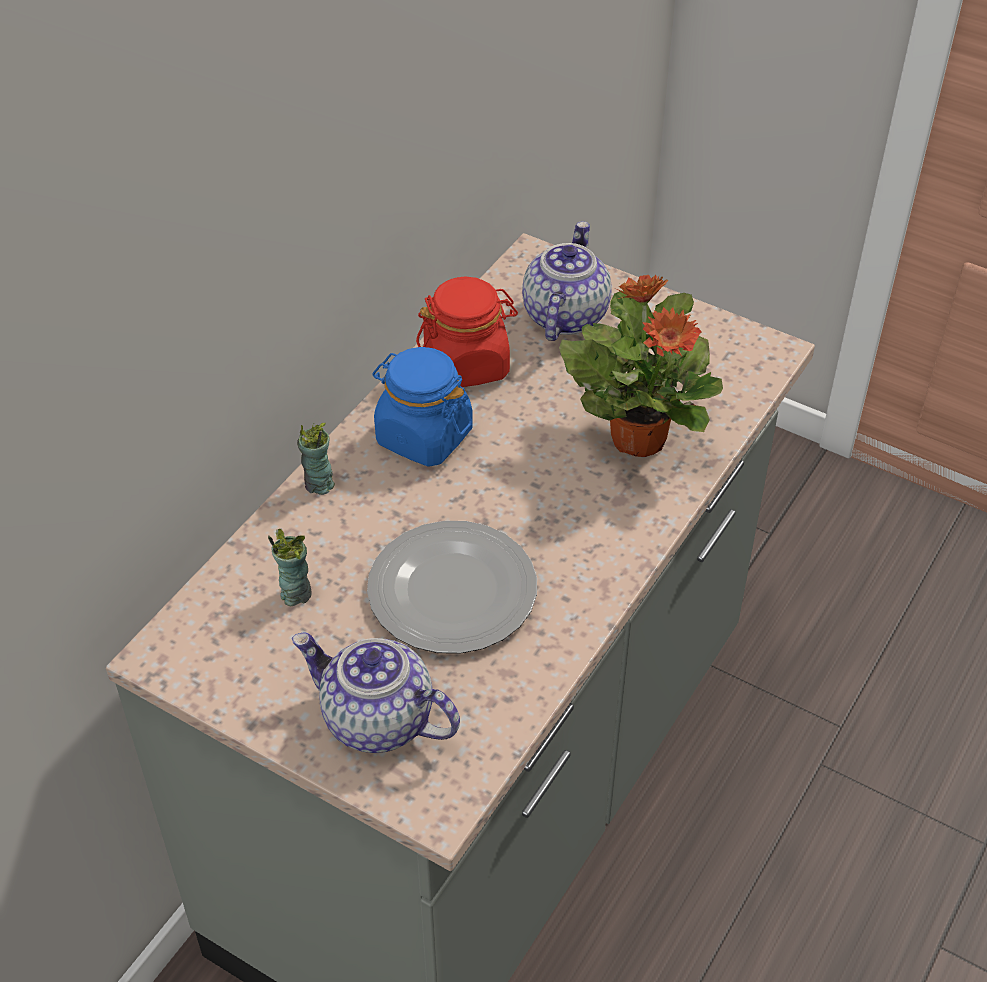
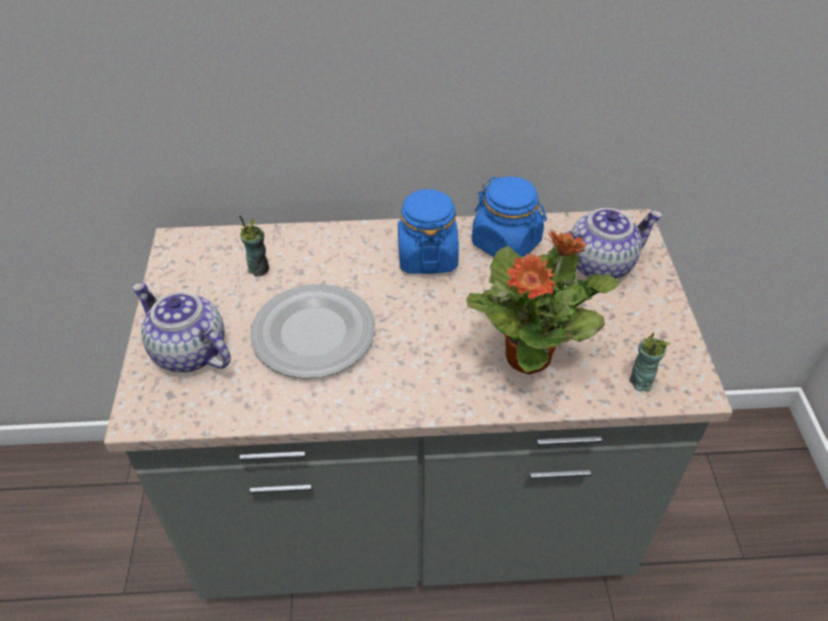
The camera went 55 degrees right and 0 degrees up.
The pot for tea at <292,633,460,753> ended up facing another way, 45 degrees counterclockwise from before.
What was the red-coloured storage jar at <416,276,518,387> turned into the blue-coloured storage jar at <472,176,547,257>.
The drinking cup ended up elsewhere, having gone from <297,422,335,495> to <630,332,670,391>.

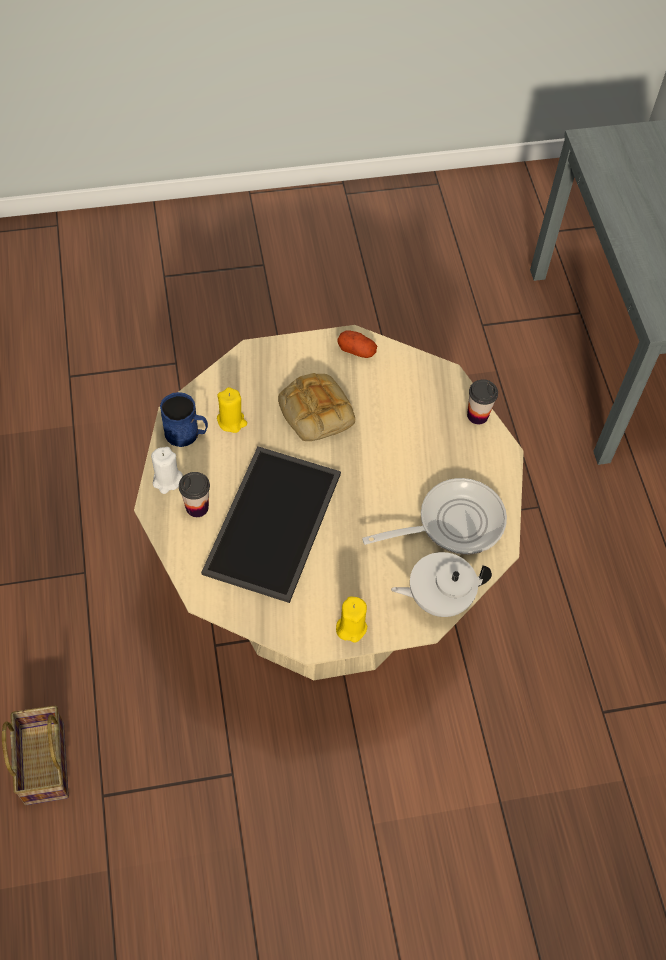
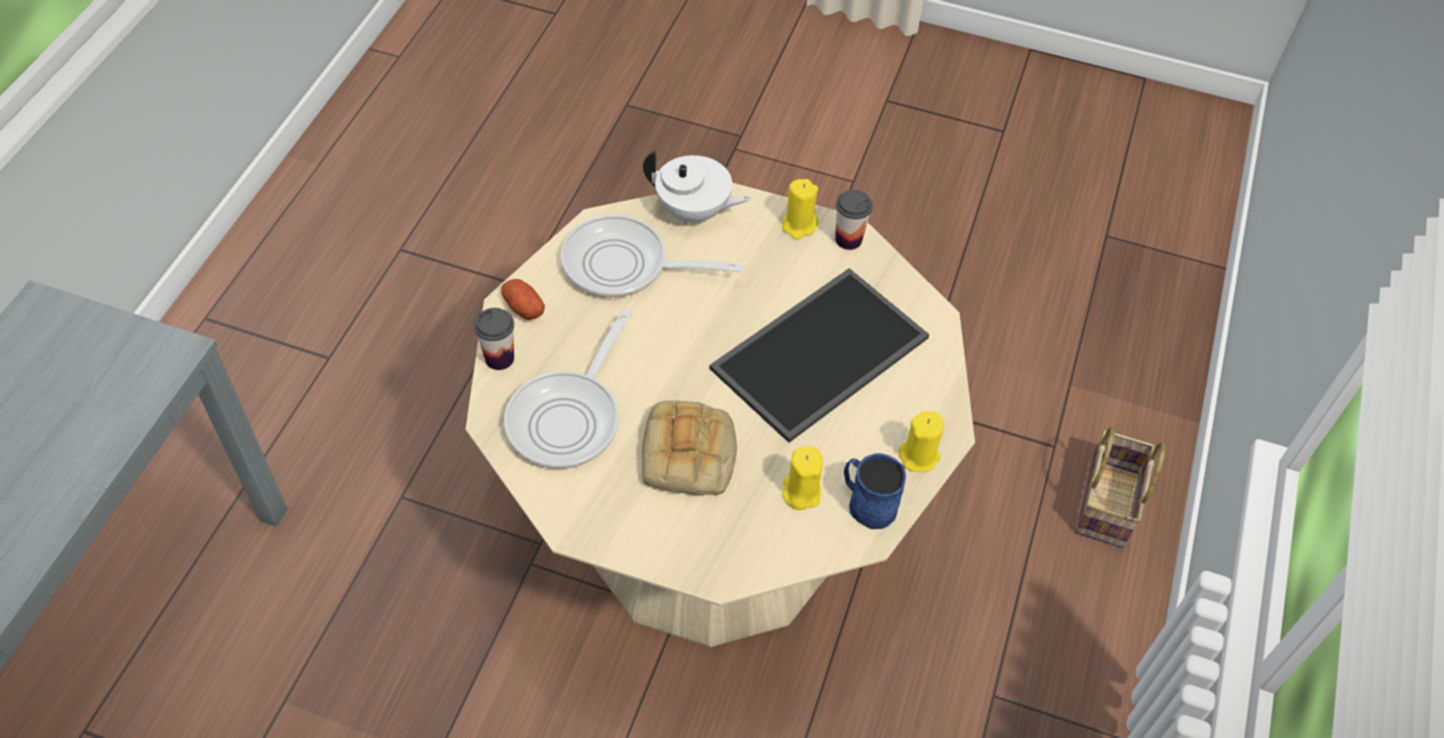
The camera went 150 degrees left and 5 degrees down.
The spud ended up elsewhere, having gone from <337,330,377,358> to <501,279,545,320>.
The second view gained the frying pan at <504,310,632,469>.
The drinking cup ended up elsewhere, having gone from <179,472,210,517> to <835,189,873,250>.
What was the whitish wax light at <151,447,183,494> turned into the yellowish wax light at <898,411,944,472>.

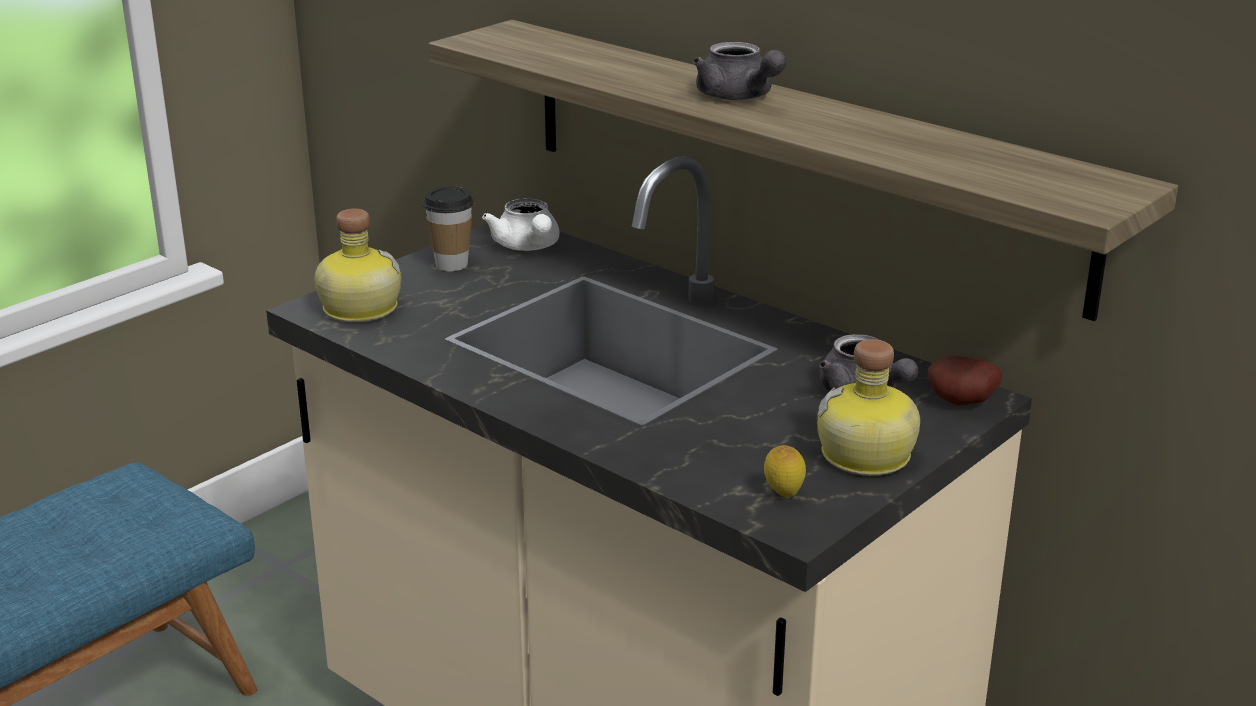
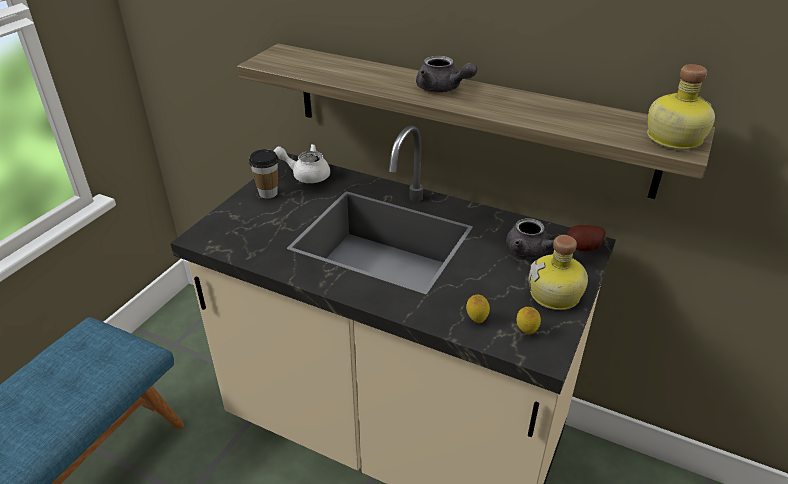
The camera went 15 degrees left and 10 degrees up.
The whitish pot for tea at <482,198,560,251> ended up facing another way, 135 degrees clockwise from before.
The second view gained the whole lemon at <466,295,490,323>.
The beverage bottle ended up elsewhere, having gone from <315,209,401,322> to <647,64,715,150>.

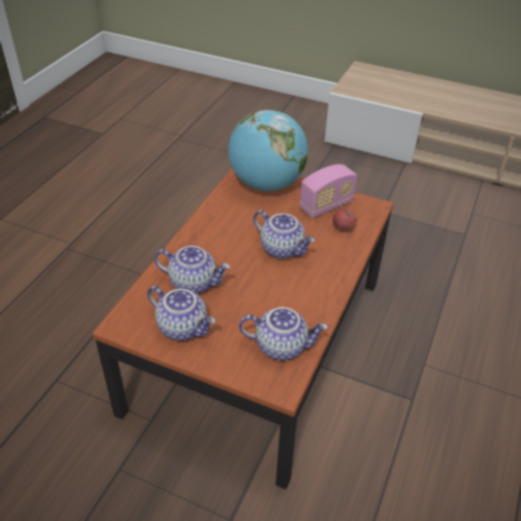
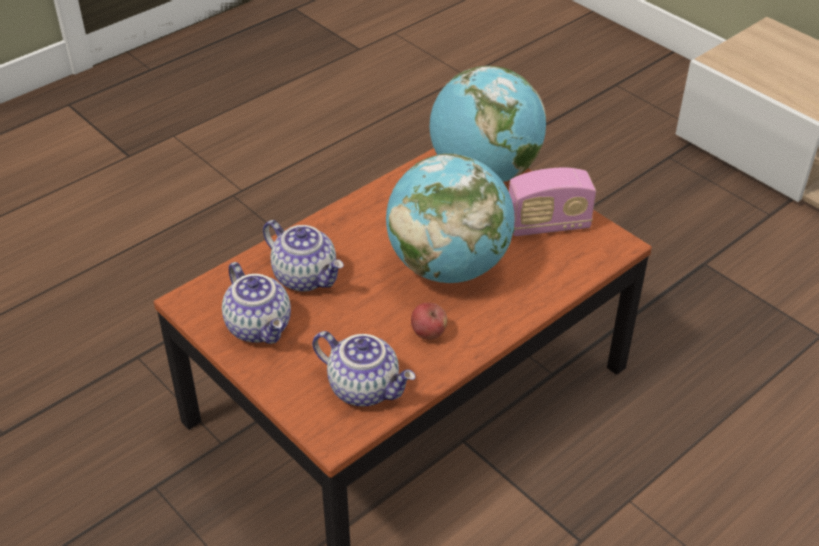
The camera went 25 degrees right and 0 degrees up.
Where the pot for tea stood at <253,210,315,259>, the desk globe came to stand at <386,154,515,283>.
The apple ended up elsewhere, having gone from <333,208,356,231> to <411,303,448,340>.

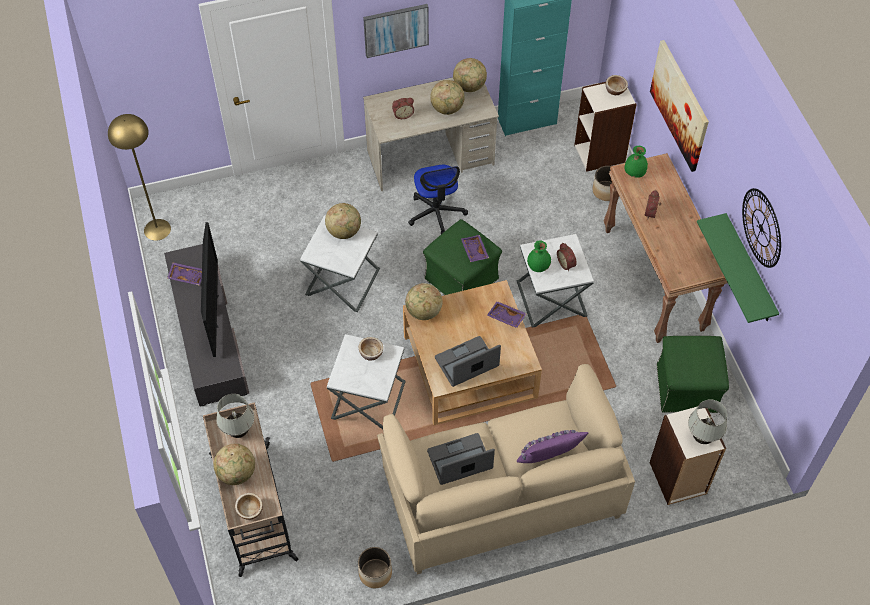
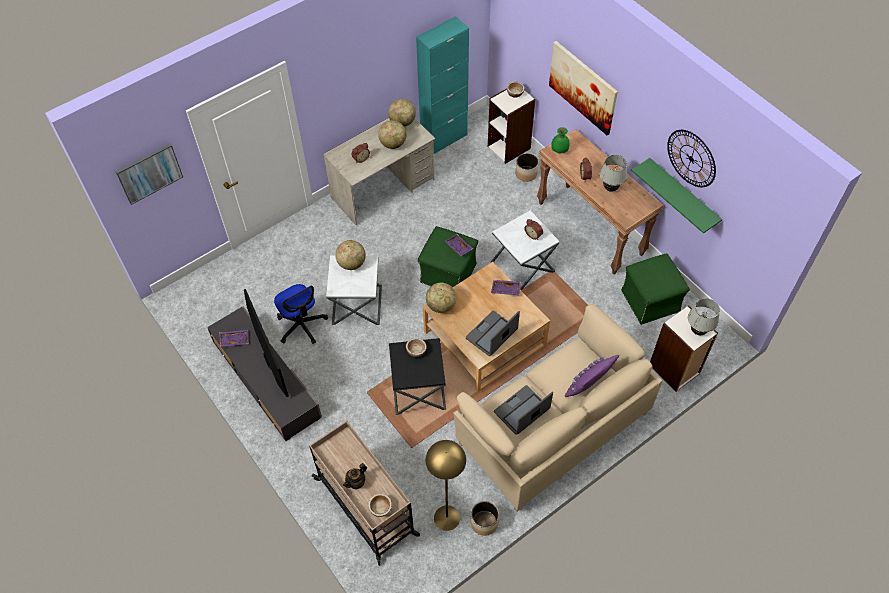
The camera went 20 degrees left and 0 degrees up.
The wall art ended up elsewhere, having gone from <363,4,429,58> to <115,143,183,205>.
The desk chair ended up elsewhere, having gone from <408,164,468,234> to <274,284,328,344>.
Where the desk globe stood at <213,444,255,485>, the pot for tea came to stand at <343,463,367,490>.
What was the whitish side table at <327,334,406,429> turned into the black side table at <389,338,446,415>.
The yellowish standard lamp ended up elsewhere, having gone from <108,114,171,241> to <426,440,466,531>.
The whitish table lamp ended up elsewhere, having gone from <216,394,255,438> to <600,155,628,192>.
The second view lost the green decorative vase at <527,240,551,272>.

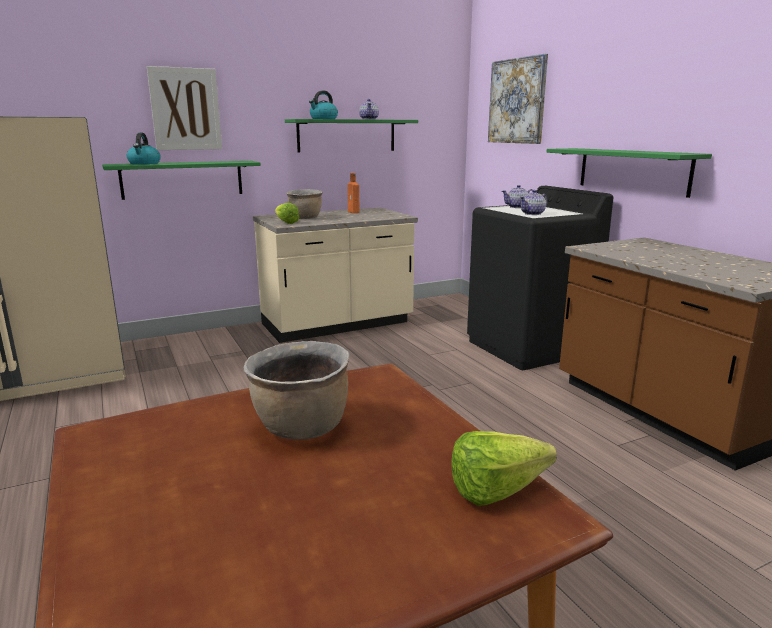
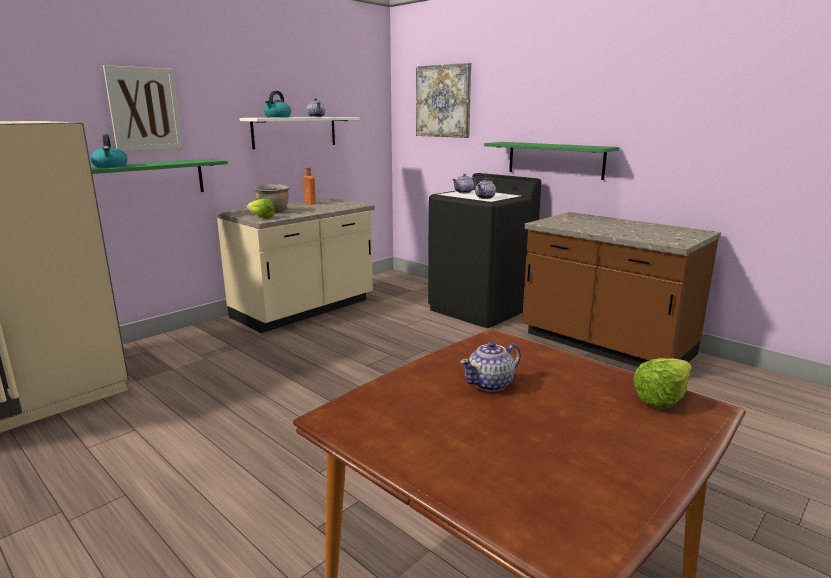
The camera went 20 degrees left and 0 degrees up.
What was the green shelf at <285,119,418,152> turned into the whitish shelf at <239,117,360,149>.
Where the brownish cooking pot stood at <243,341,350,440>, the pot for tea came to stand at <460,342,521,392>.

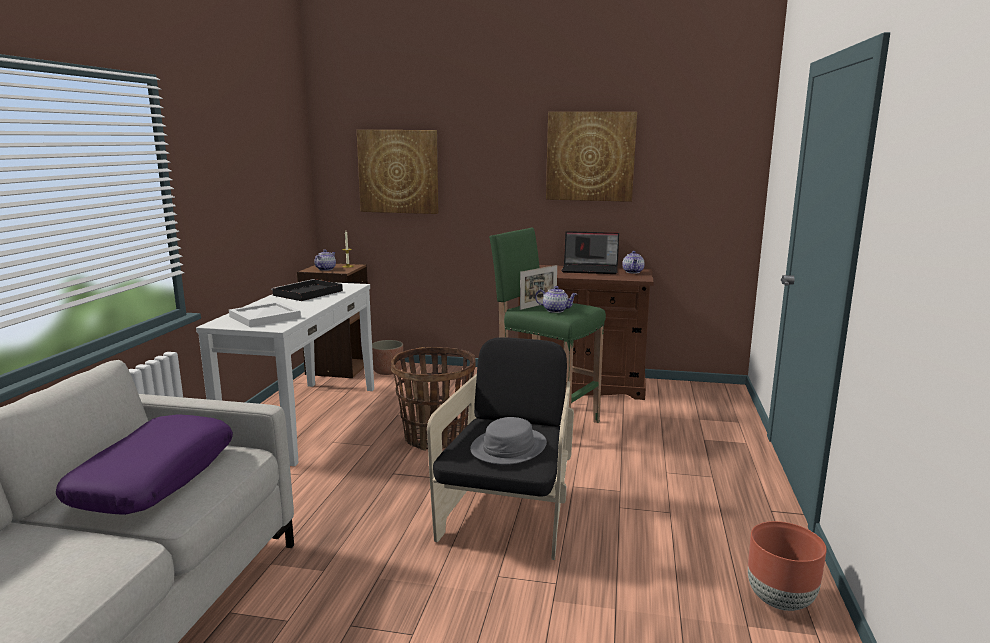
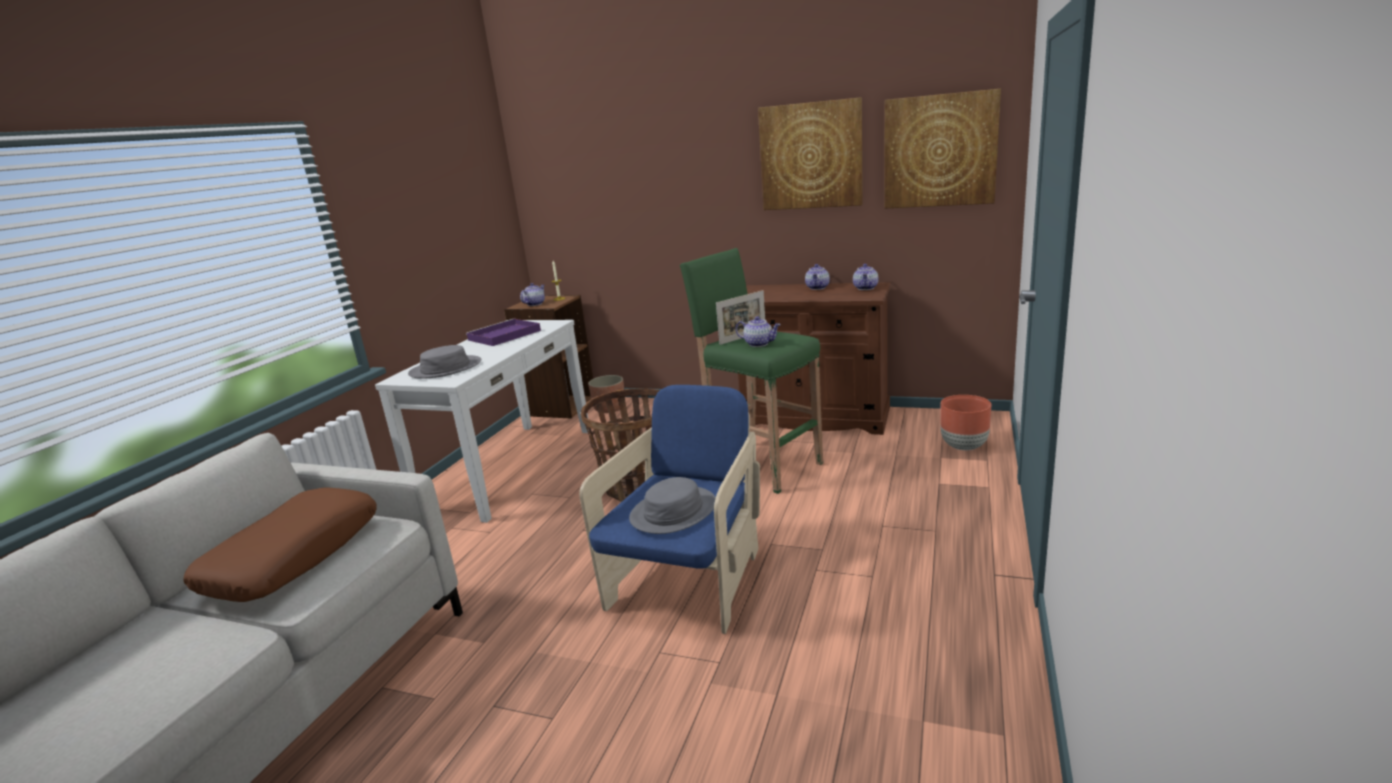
The camera went 10 degrees right and 5 degrees up.
What was the purplish throw pillow at <56,414,233,515> turned into the brownish throw pillow at <184,488,377,602>.
Where the whitish serving tray stood at <229,302,301,327>, the grey wearable hat came to stand at <408,345,481,379>.
What was the black serving tray at <271,279,343,301> turned into the purplish serving tray at <466,319,541,346>.
What was the black lounge chair at <427,337,574,560> turned into the blue-coloured lounge chair at <579,385,760,634>.
Where the portable computer stood at <561,231,619,274>, the pot for tea came to stand at <805,264,830,290>.
The wall art ended up elsewhere, having gone from <357,130,438,214> to <884,89,1001,209>.
The brownish plant pot ended up elsewhere, having gone from <748,521,827,611> to <940,395,991,450>.

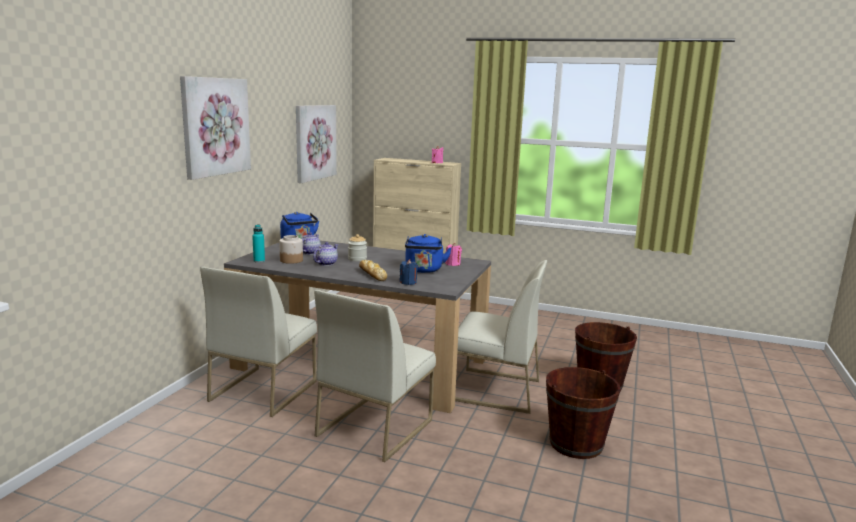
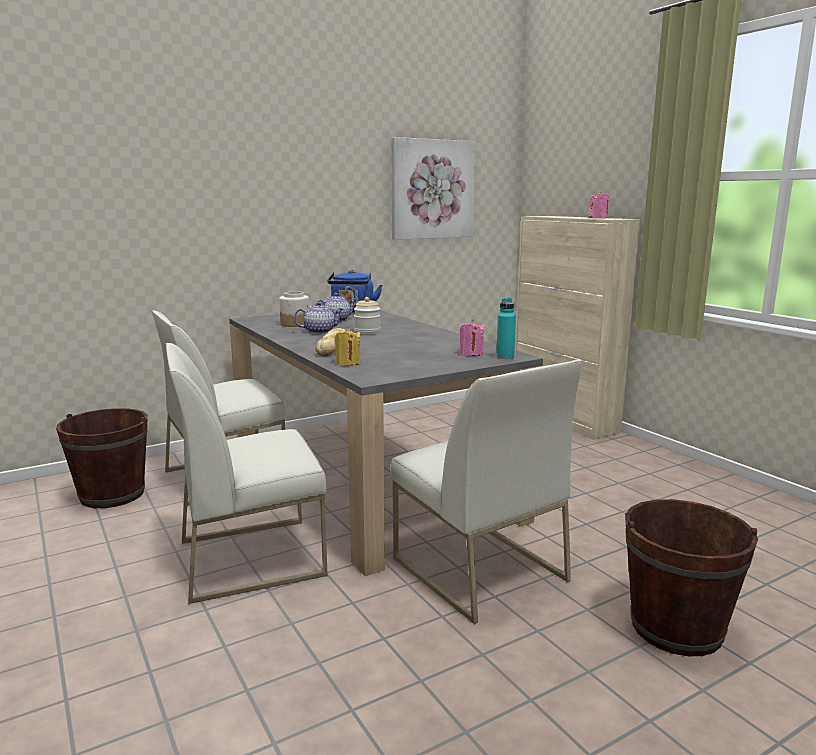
The camera went 40 degrees right and 0 degrees up.
The brownish water bucket ended up elsewhere, having gone from <546,367,621,459> to <56,408,148,508>.
What was the blue-coloured wax light at <399,259,418,285> turned into the yellowish wax light at <334,327,360,366>.
The turquoise beverage bottle ended up elsewhere, having gone from <252,224,265,263> to <496,298,516,359>.
The second view lost the wall art at <180,76,251,180>.
The second view lost the blue-coloured kettle at <405,234,452,273>.

